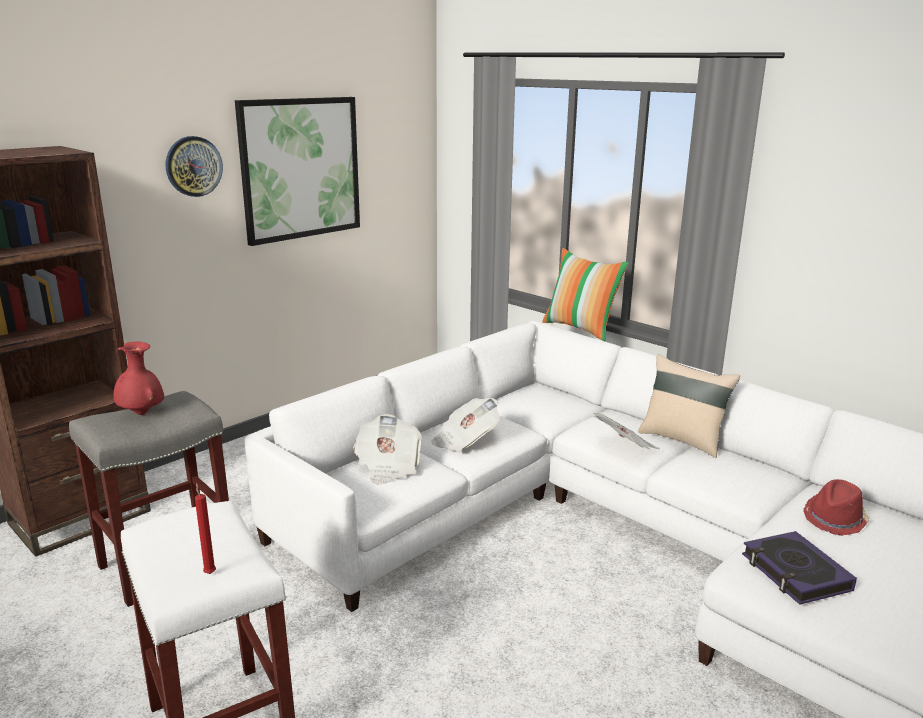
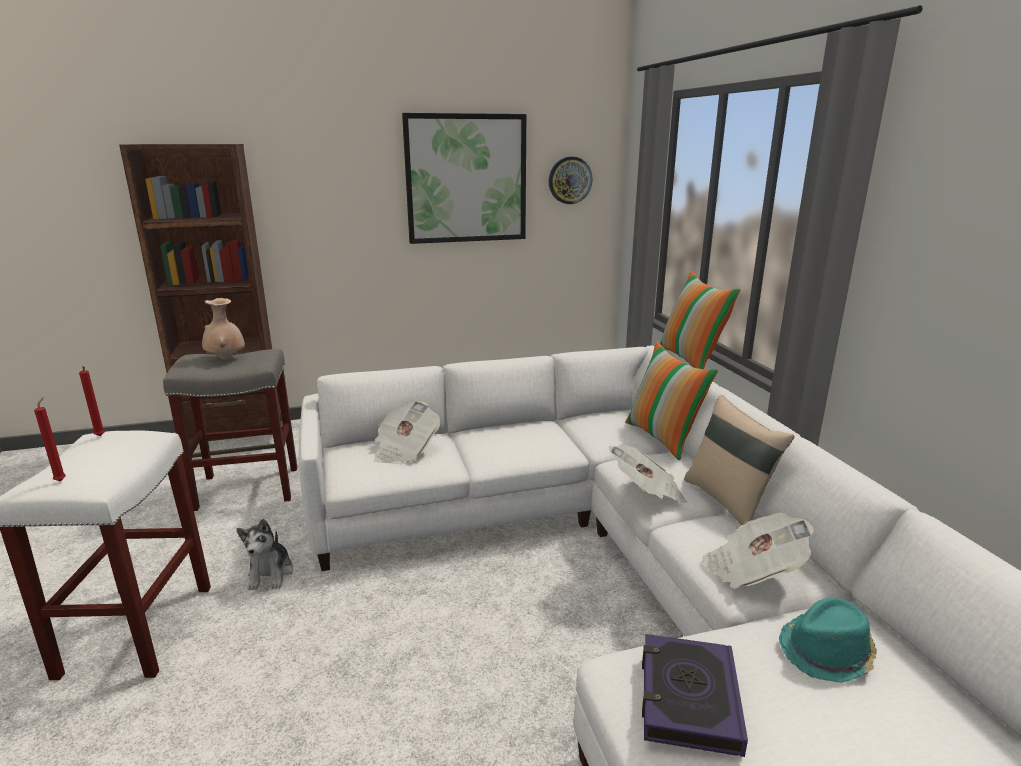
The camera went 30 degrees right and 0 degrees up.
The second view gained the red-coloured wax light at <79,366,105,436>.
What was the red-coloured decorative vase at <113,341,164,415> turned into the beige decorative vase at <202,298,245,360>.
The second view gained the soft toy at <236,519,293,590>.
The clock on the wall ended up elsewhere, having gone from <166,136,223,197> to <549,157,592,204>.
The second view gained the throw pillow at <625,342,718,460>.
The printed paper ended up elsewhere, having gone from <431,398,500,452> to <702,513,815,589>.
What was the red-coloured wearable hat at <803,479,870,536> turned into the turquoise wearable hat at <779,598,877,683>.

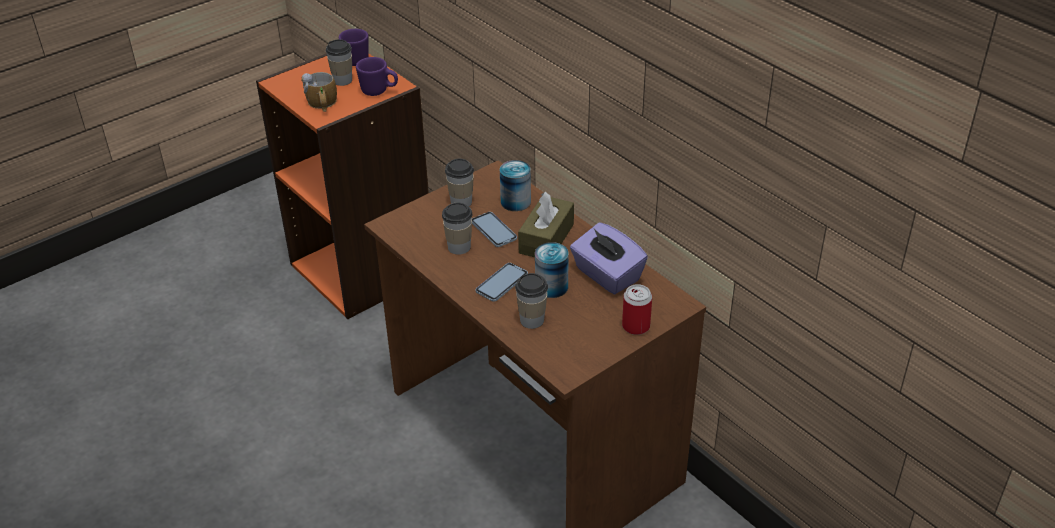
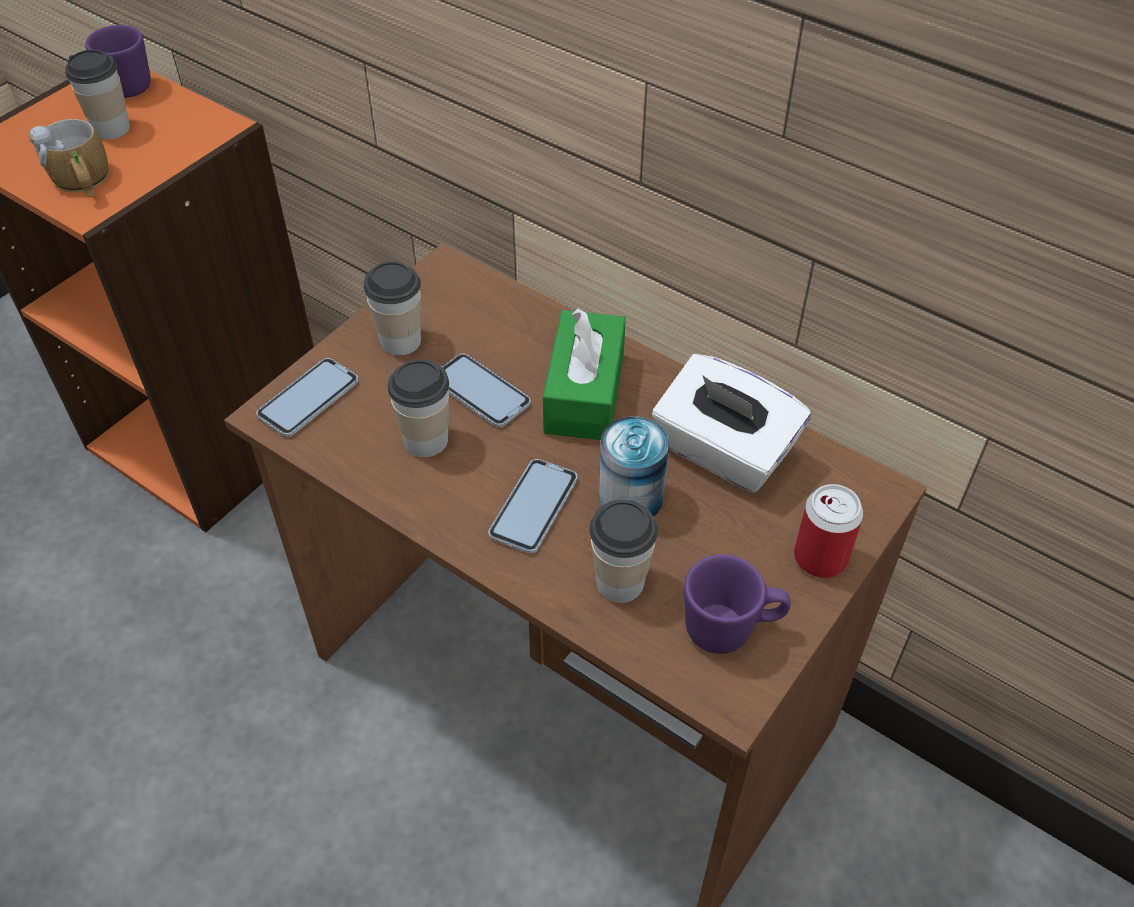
The camera went 15 degrees left and 10 degrees up.
The second view gained the handset at <256,358,358,437>.
What was the brownish tissue holder at <518,192,574,257> turned into the green tissue holder at <543,308,626,440>.
What was the purplish tissue holder at <570,222,648,294> turned into the whitish tissue holder at <652,354,811,493>.
The purplish coffee mug ended up elsewhere, having gone from <356,57,398,96> to <684,554,791,654>.
The second view lost the can at <500,160,531,211>.

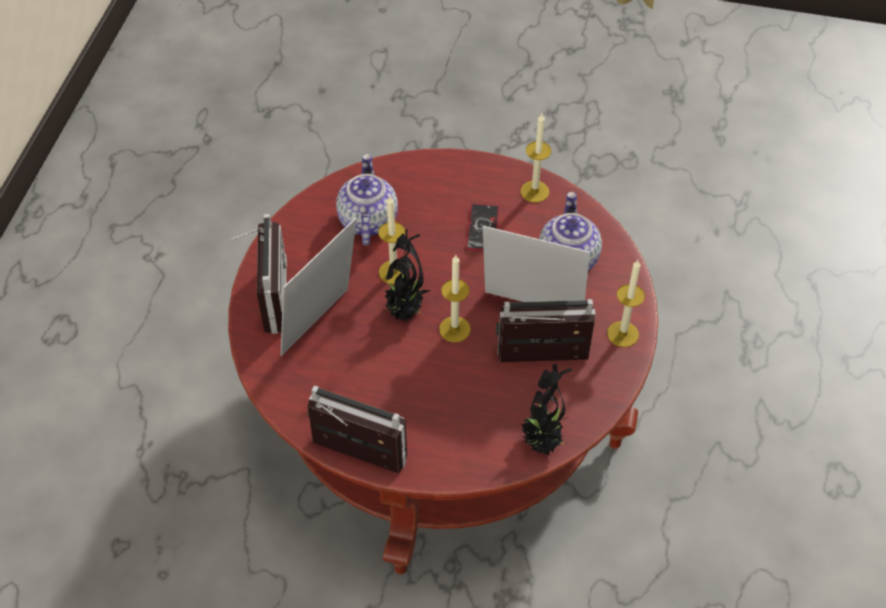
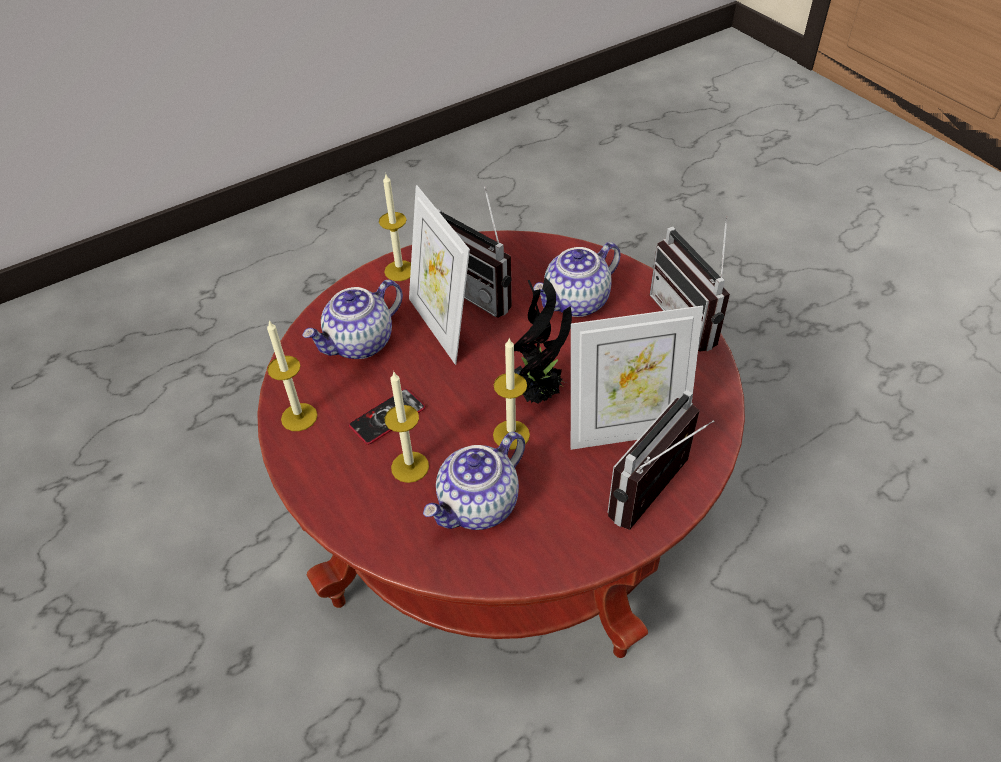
The camera went 135 degrees left and 5 degrees down.
The wax light ended up elsewhere, having gone from <439,255,471,342> to <385,372,429,483>.
The second view gained the pot for tea at <533,242,620,317>.
The second view lost the plant in a pot at <522,364,572,455>.

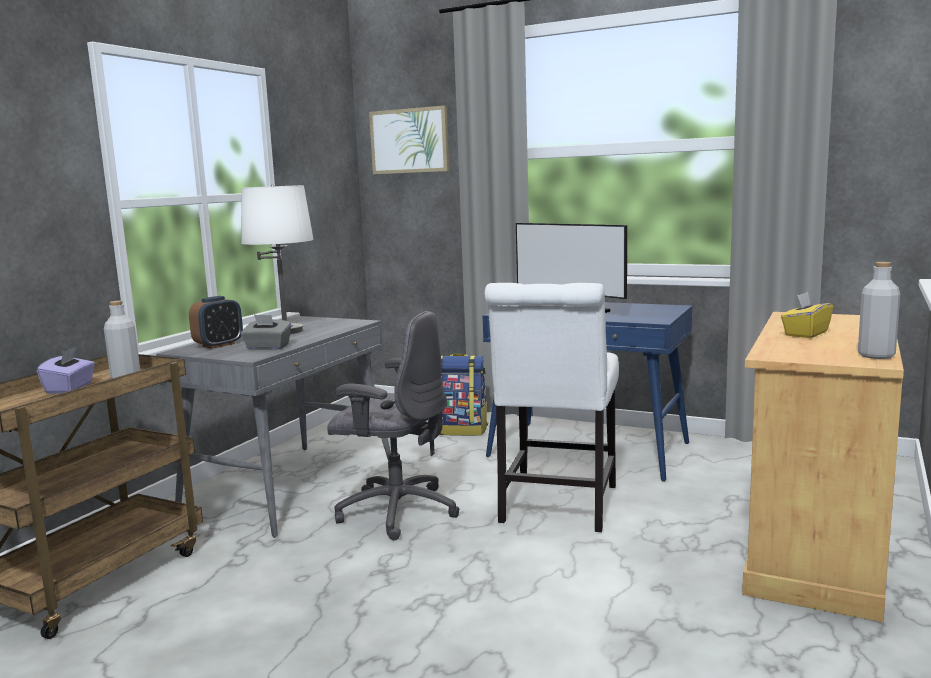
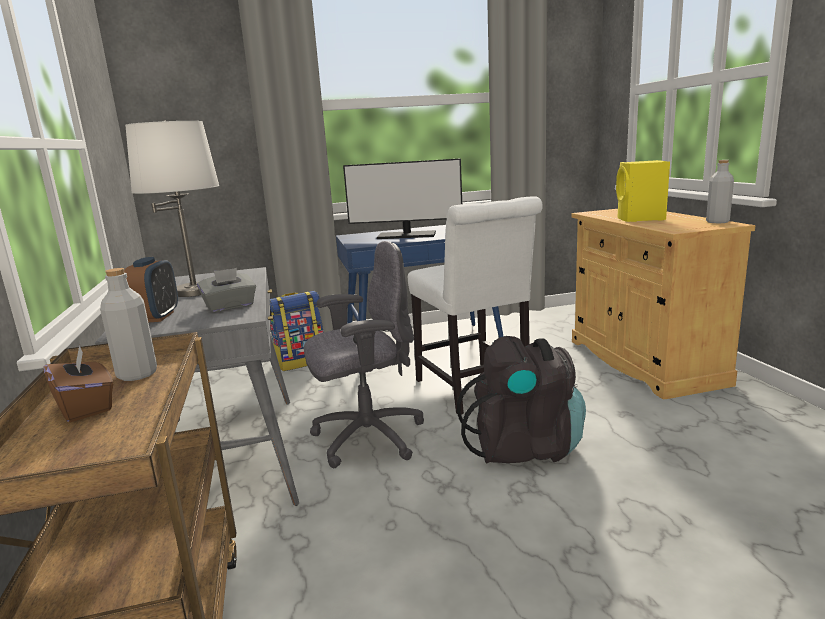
The camera went 40 degrees left and 5 degrees up.
What was the purplish tissue holder at <37,347,95,394> turned into the brownish tissue holder at <43,344,113,422>.
The second view gained the black knapsack at <457,336,586,463>.
Where the yellowish tissue holder stood at <781,292,833,338>, the yellowish audio speaker came to stand at <616,160,670,222>.
The second view lost the wall art at <369,105,449,174>.

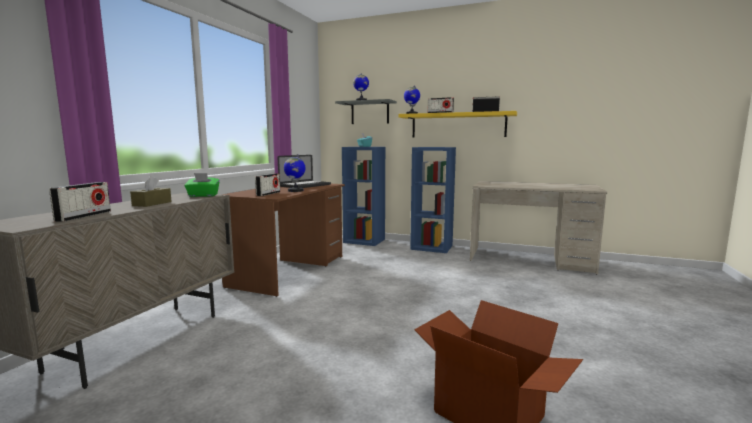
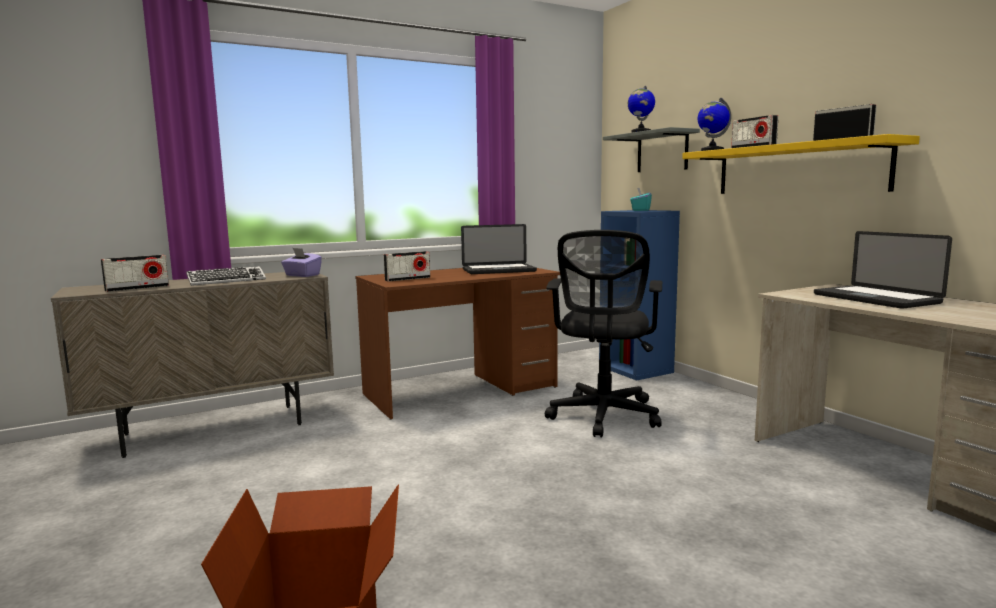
The camera went 40 degrees right and 0 degrees up.
Where the brownish tissue holder stood at <130,176,172,207>, the keyboard came to stand at <186,266,266,286>.
What was the green tissue holder at <184,173,220,197> turned into the purplish tissue holder at <281,248,322,277>.
The second view gained the black desk chair at <545,230,662,438>.
The second view gained the portable computer at <814,231,952,309>.
The second view lost the desk globe at <284,154,305,192>.
The second view lost the blue-coloured shelving unit at <410,147,456,253>.

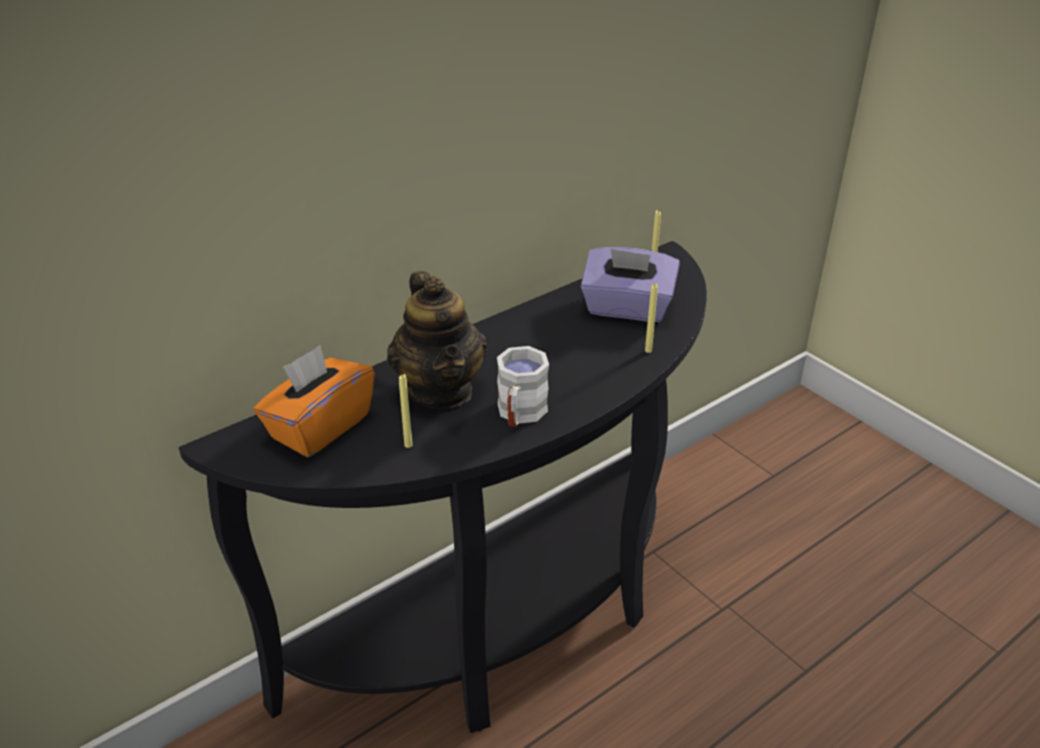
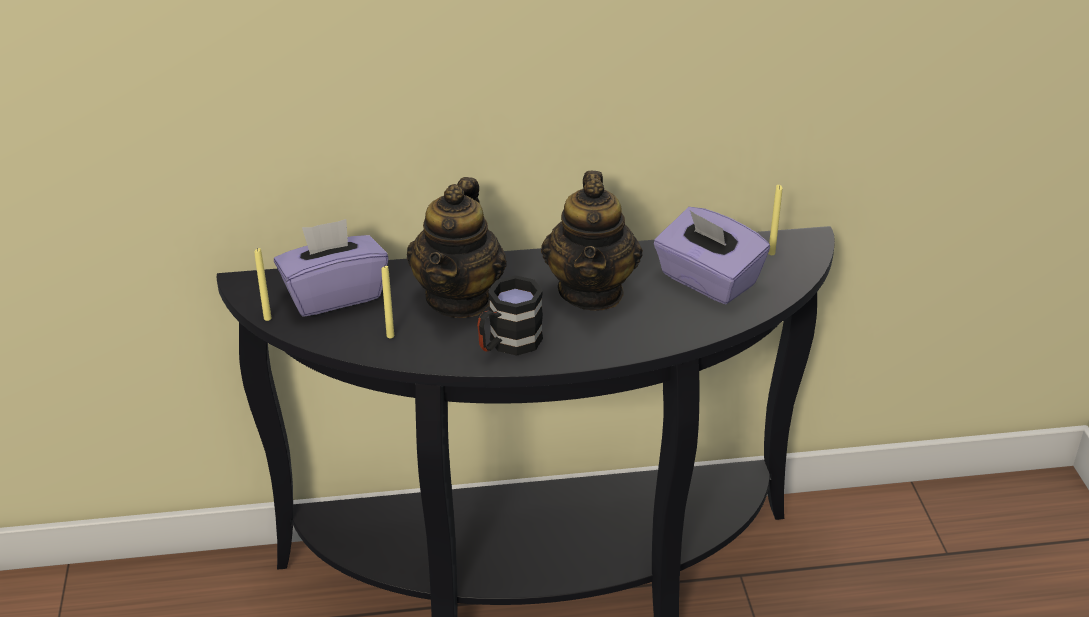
The camera went 30 degrees right and 0 degrees up.
The yellowish wax light ended up elsewhere, having gone from <645,283,658,353> to <254,248,271,321>.
What was the orange tissue holder at <253,345,375,457> turned into the purplish tissue holder at <274,219,389,316>.
What was the whitish coffee mug at <497,346,549,427> turned into the black coffee mug at <477,275,543,356>.
The second view gained the pot for tea at <541,171,643,311>.

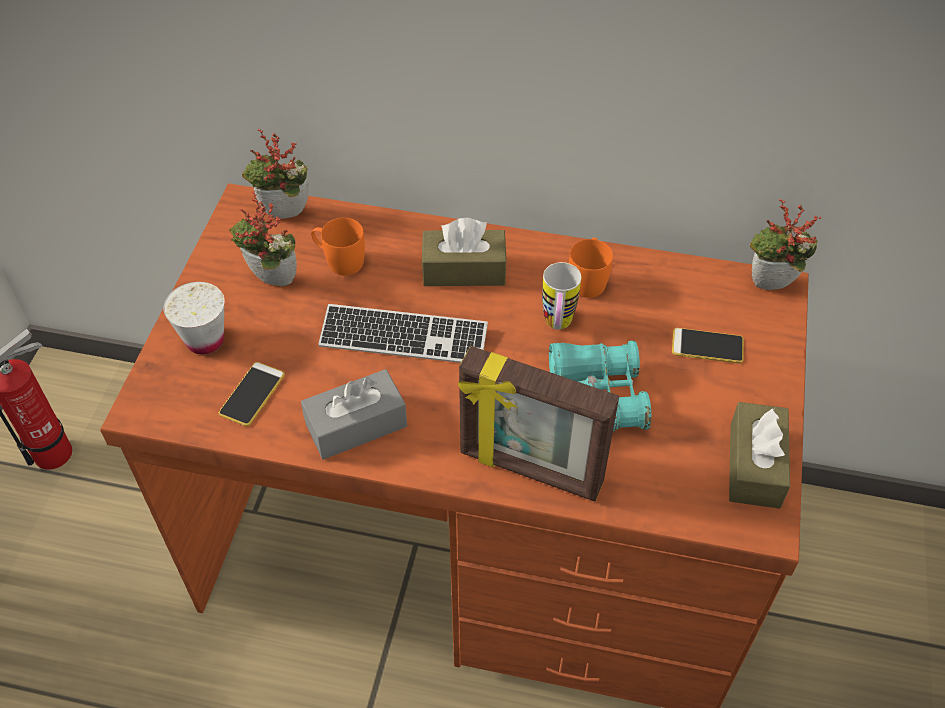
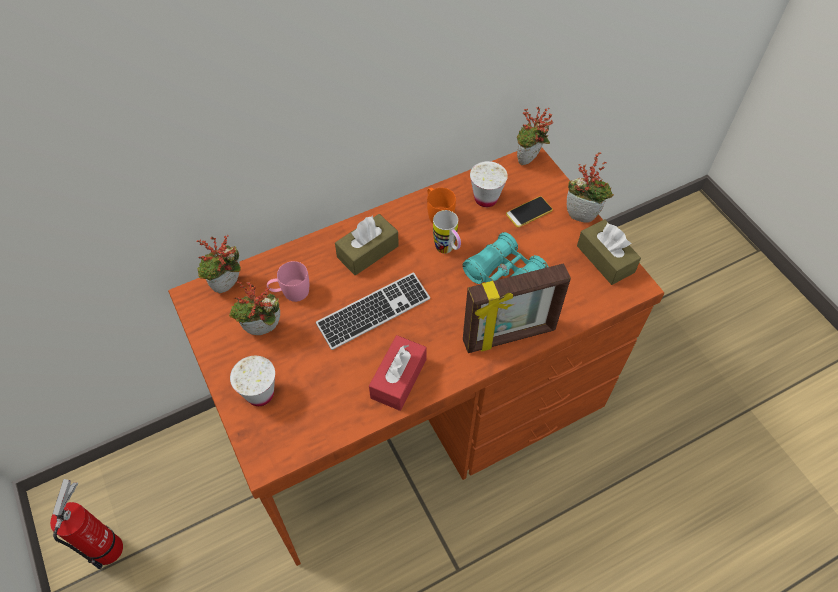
The camera went 40 degrees left and 5 degrees up.
What was the orange coffee mug at <311,218,365,276> turned into the pinkish coffee mug at <267,261,309,302>.
What was the grey tissue holder at <301,369,407,460> turned into the red-coloured tissue holder at <369,335,427,411>.
The second view gained the whitish drinking cup at <470,161,508,207>.
The second view gained the plant in a pot at <567,152,614,223>.
The second view lost the handset at <219,362,285,426>.

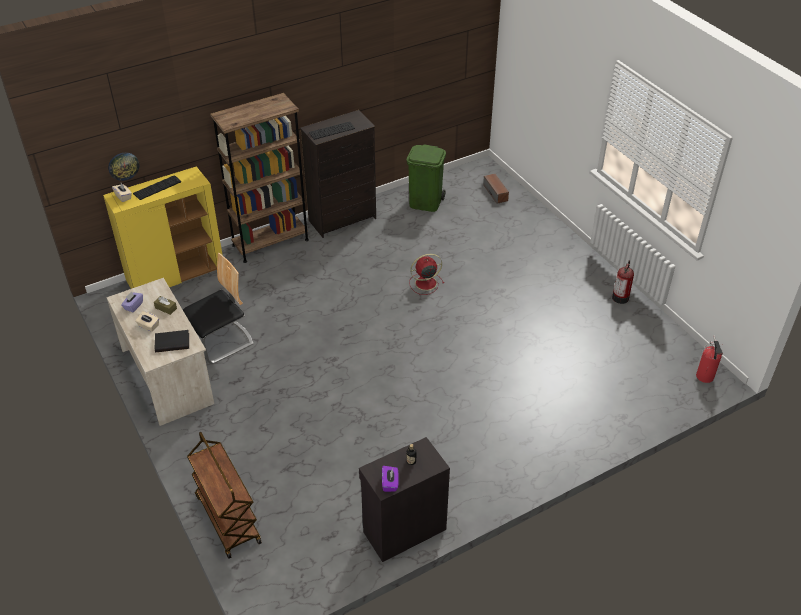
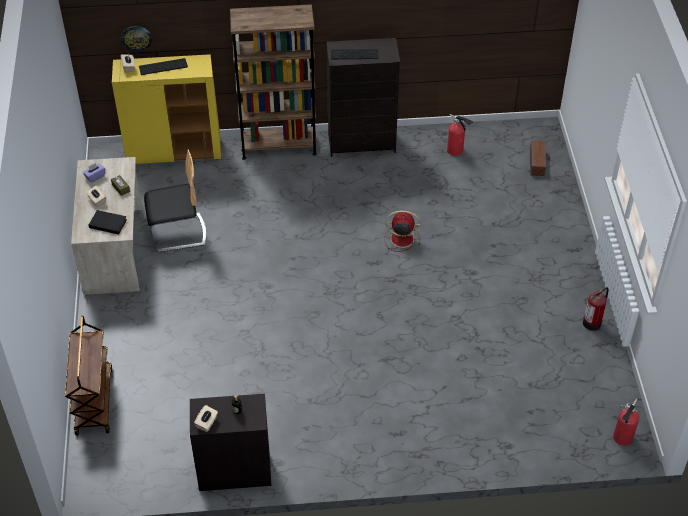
The camera went 25 degrees right and 5 degrees up.
What was the purplish tissue holder at <382,466,399,492> turned into the beige tissue holder at <194,405,218,432>.
Where the green trash can stood at <407,144,446,212>, the fire extinguisher came to stand at <447,114,473,156>.

